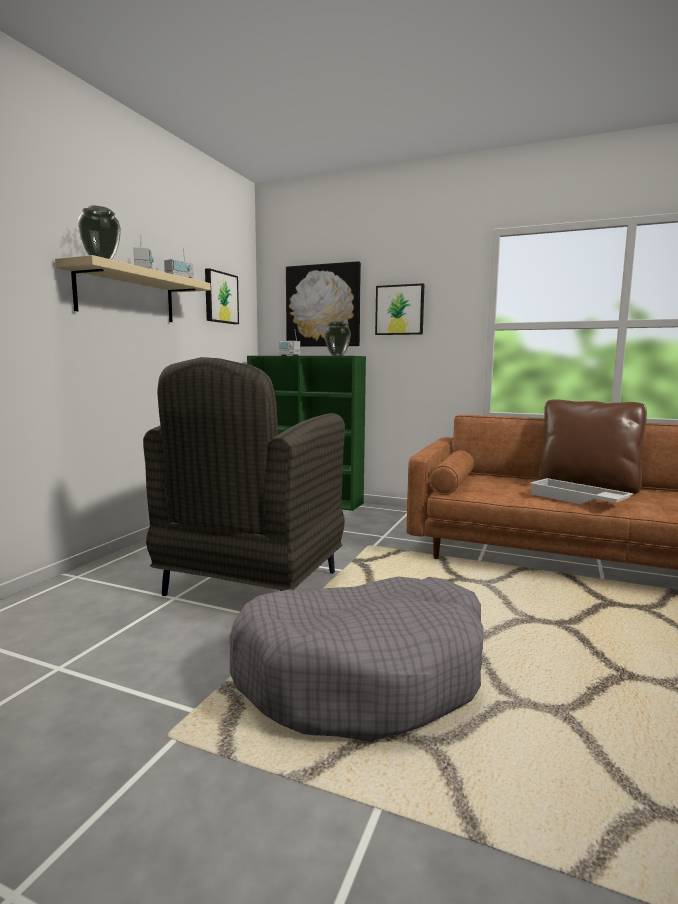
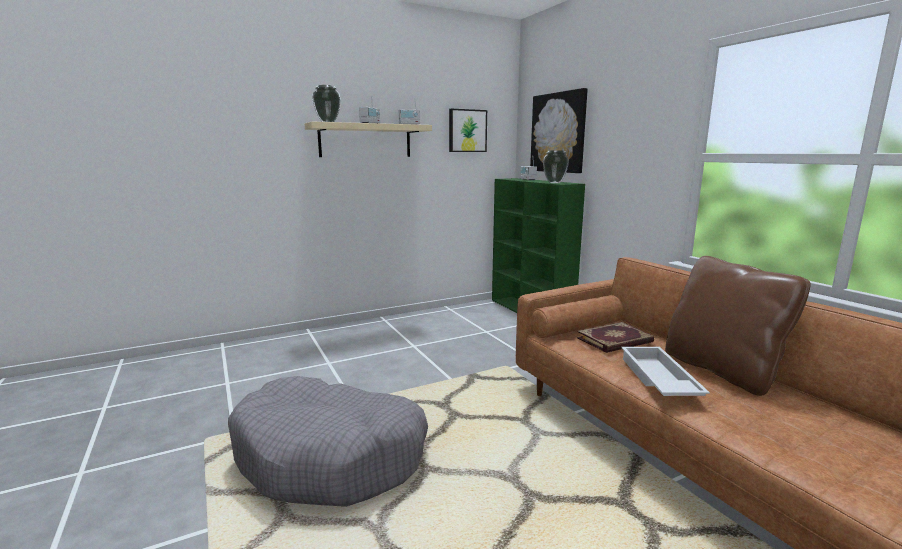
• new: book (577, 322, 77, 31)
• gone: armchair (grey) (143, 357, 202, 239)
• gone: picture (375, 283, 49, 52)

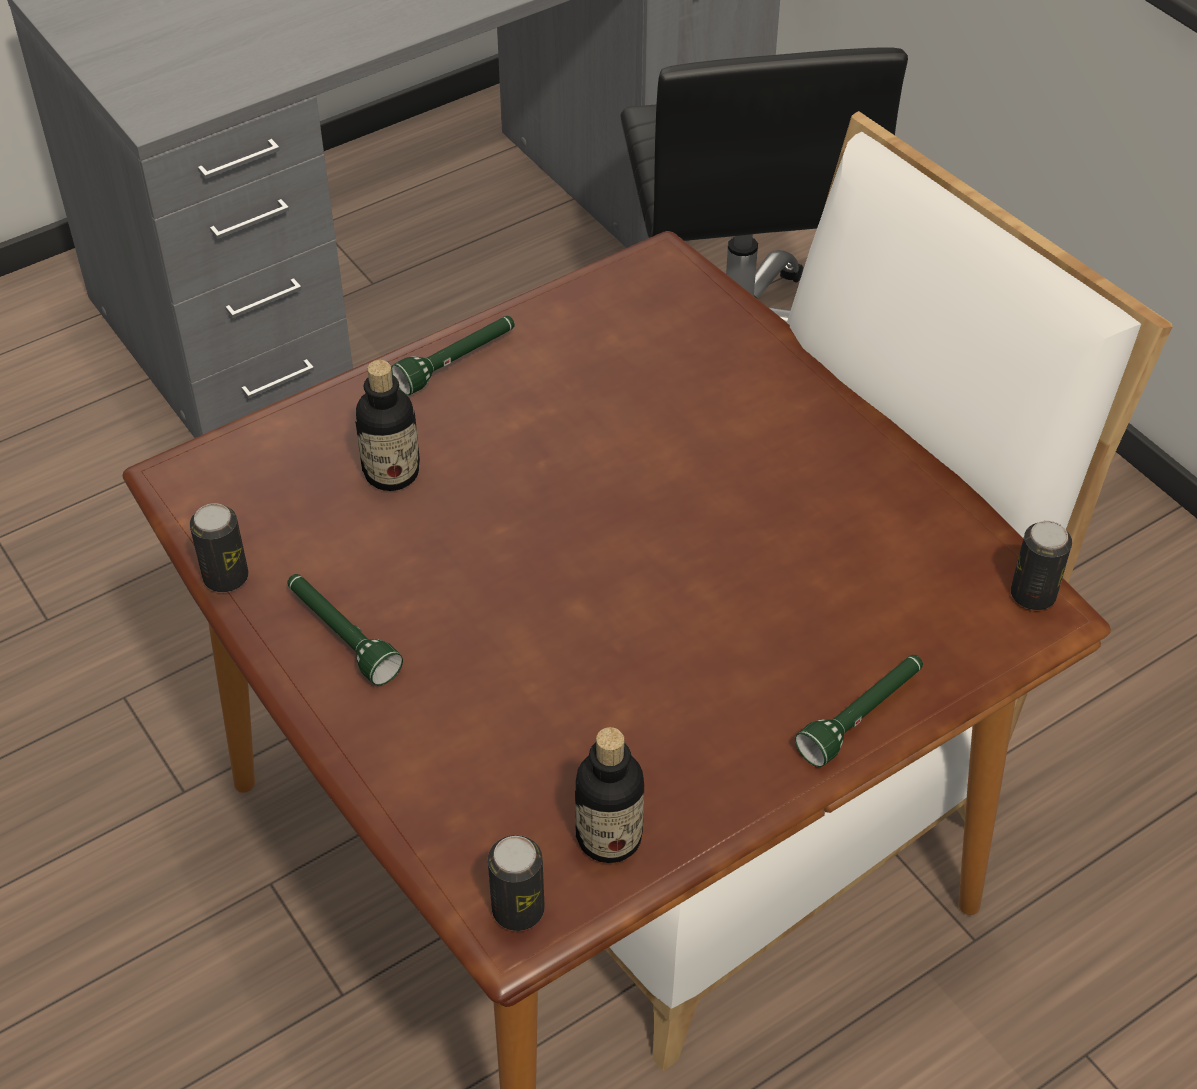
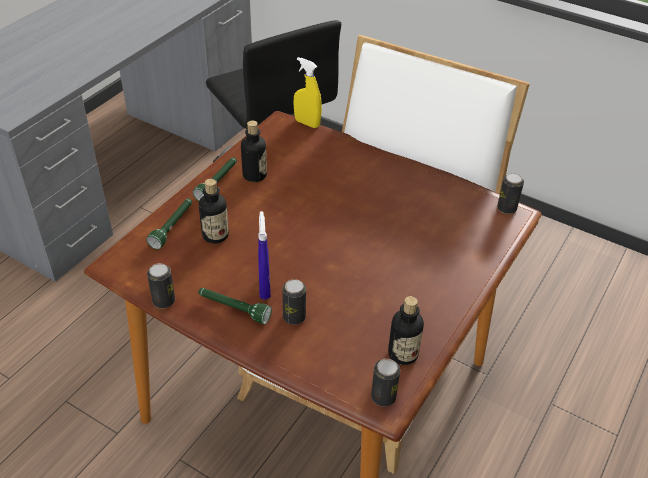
• shifted: flashlight (green) (795, 655, 128, 112) to (146, 198, 46, 51)
• new: bottle (241, 120, 26, 62)
• new: spray bottle (blue) (258, 211, 13, 89)
• new: can (282, 279, 24, 46)
• new: spray bottle (yellow) (294, 57, 28, 71)

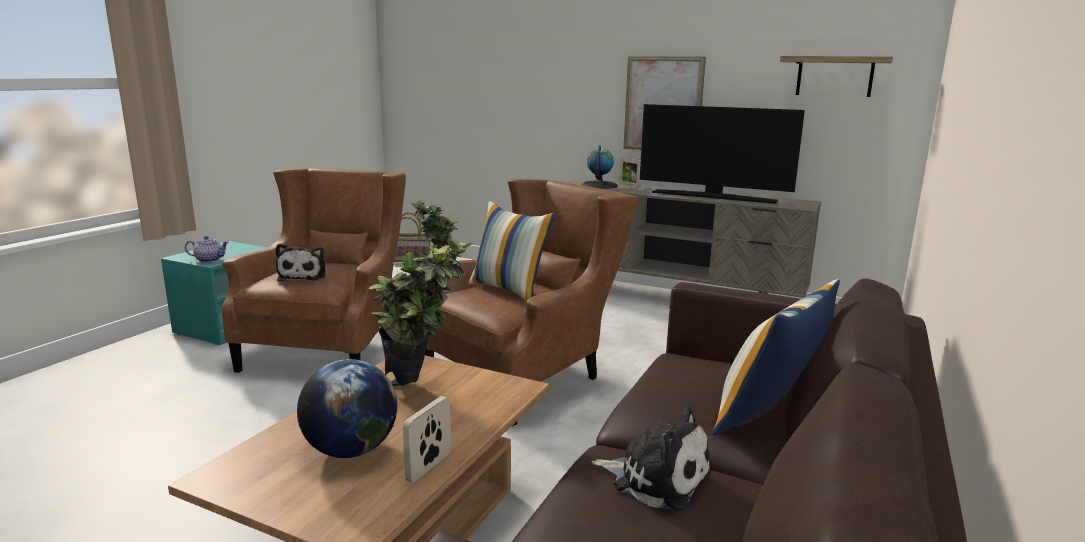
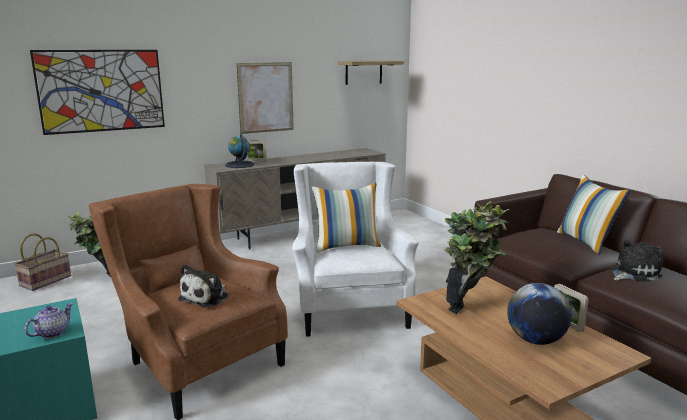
• new: picture (30, 50, 135, 85)
• rotated: plush toy (276, 243, 50, 39) = (178, 264, 51, 43) 90 degrees clockwise
• repainted: armchair (brown) (425, 179, 213, 247) to armchair (white) (292, 162, 127, 175)
• gone: television (640, 104, 165, 100)

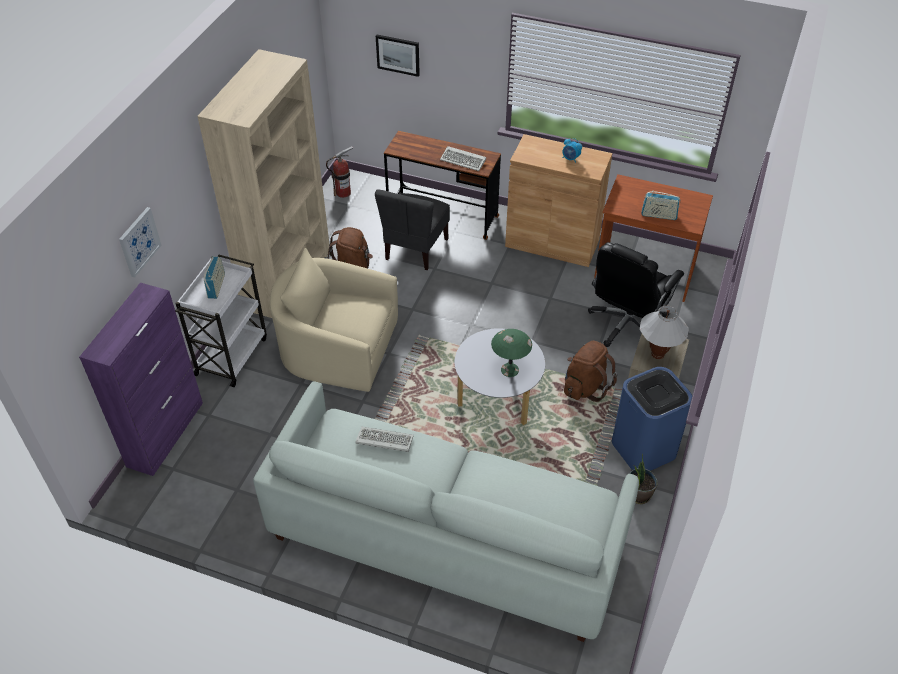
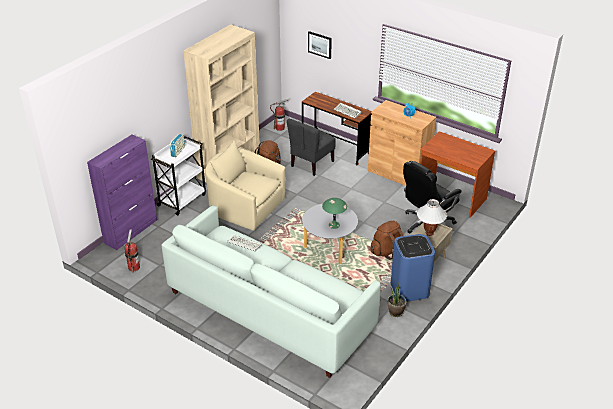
• new: fire extinguisher (125, 229, 15, 44)
• gone: picture (119, 207, 43, 71)
• gone: radio (641, 191, 39, 29)

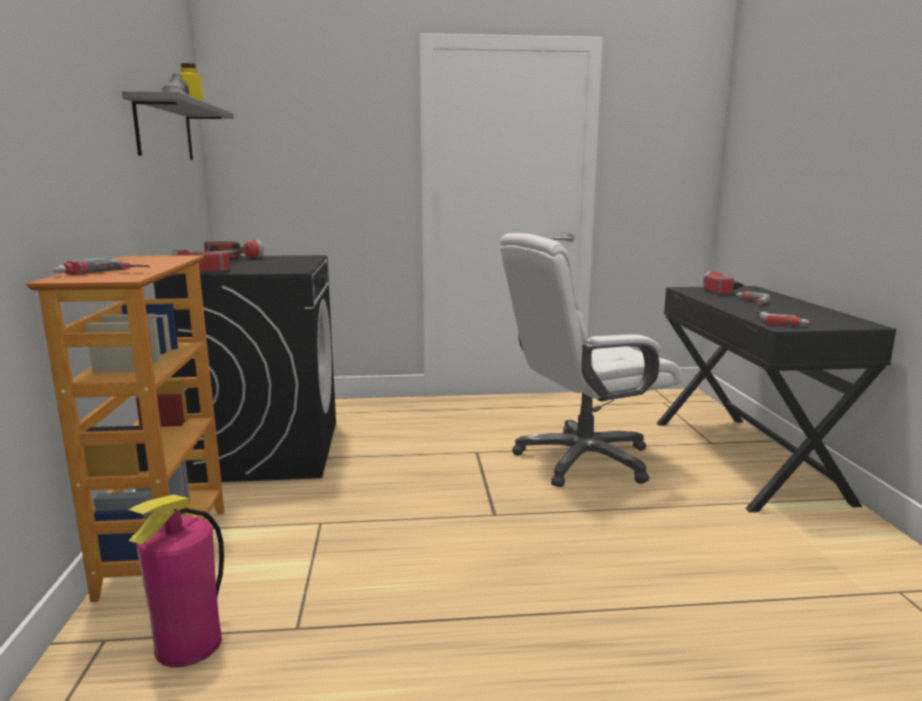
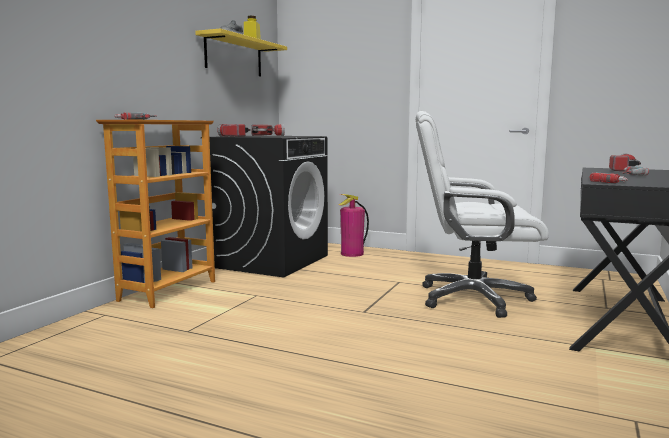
• repainted: shelf (grey) (122, 91, 112, 69) to shelf (yellow) (195, 28, 92, 48)
• shifted: fire extinguisher (128, 495, 96, 172) to (338, 194, 31, 63)

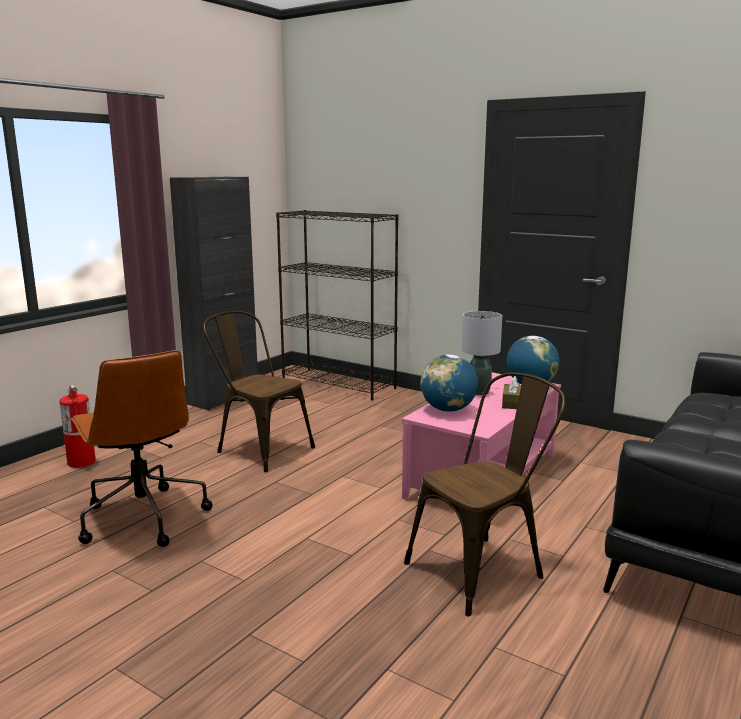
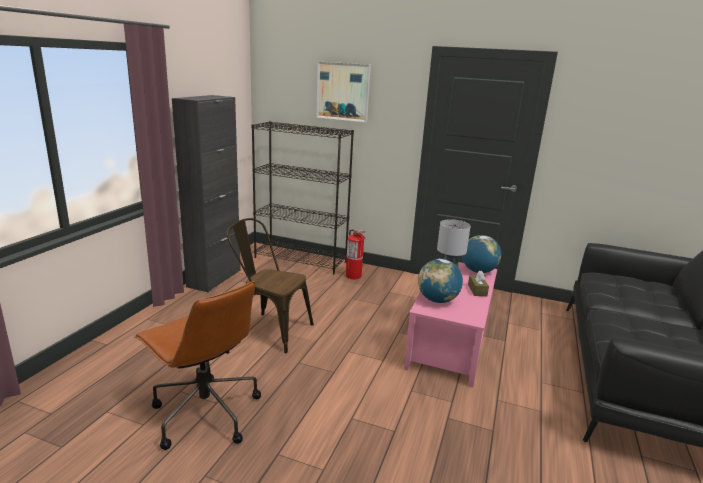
• new: picture (316, 62, 55, 60)
• shifted: fire extinguisher (59, 385, 37, 83) to (346, 229, 19, 50)
• gone: chair (brown) (404, 372, 161, 244)

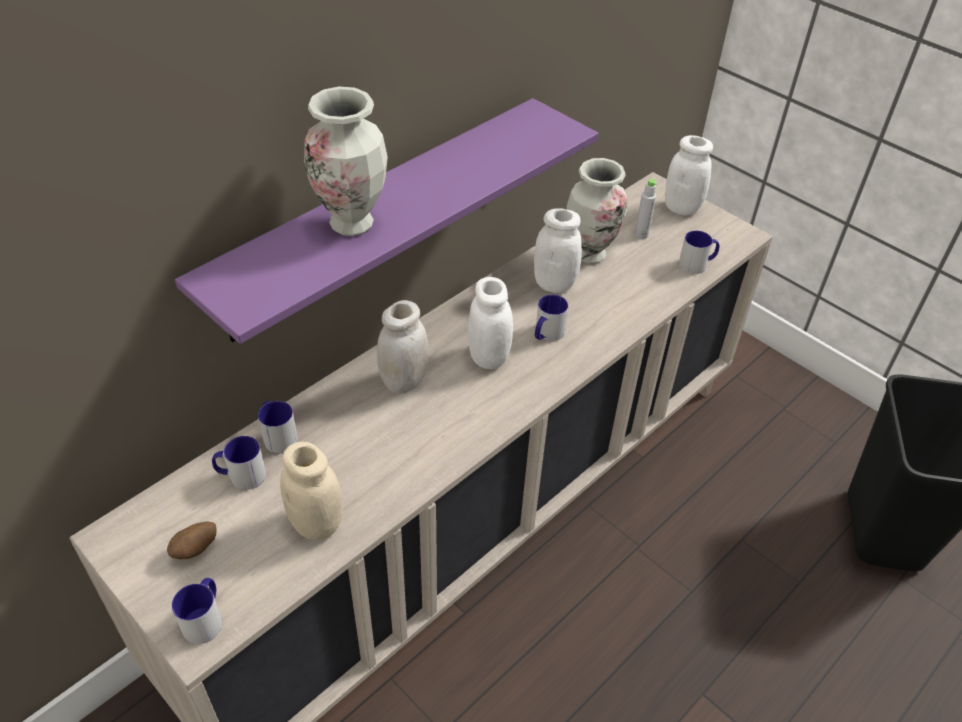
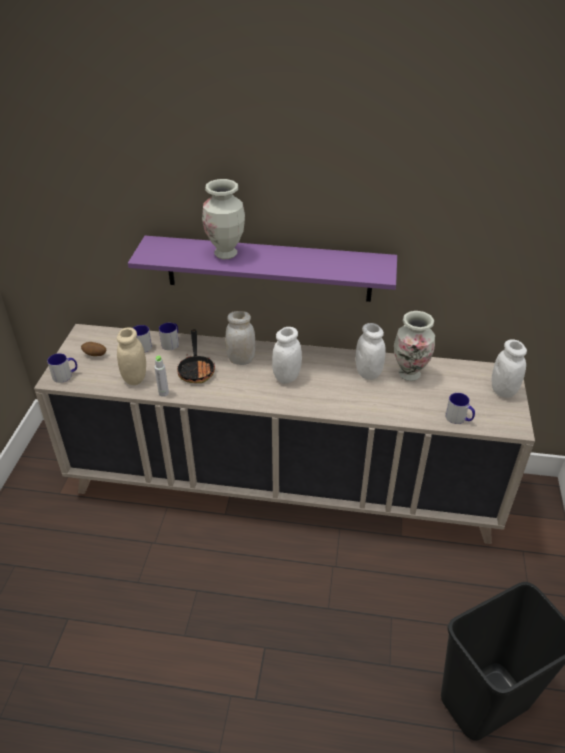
• shifted: bottle (grey) (634, 179, 23, 60) to (154, 355, 15, 42)
• new: frying pan (177, 329, 38, 54)
• gone: mug (535, 294, 33, 47)

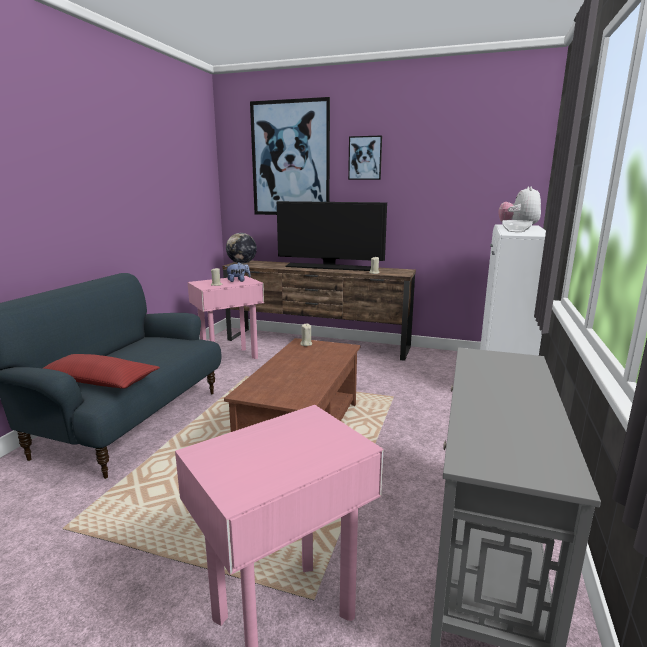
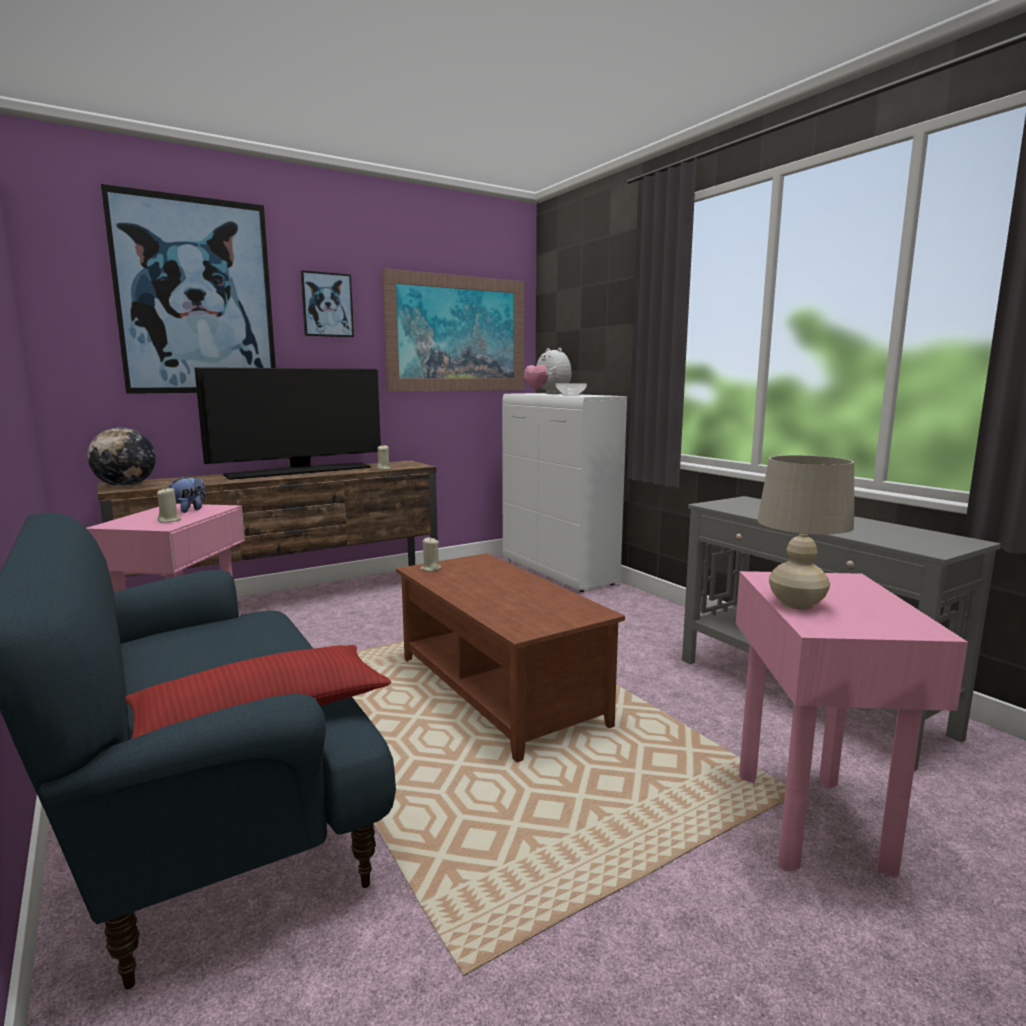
• new: picture (382, 268, 142, 124)
• new: table lamp (beige) (757, 455, 97, 155)

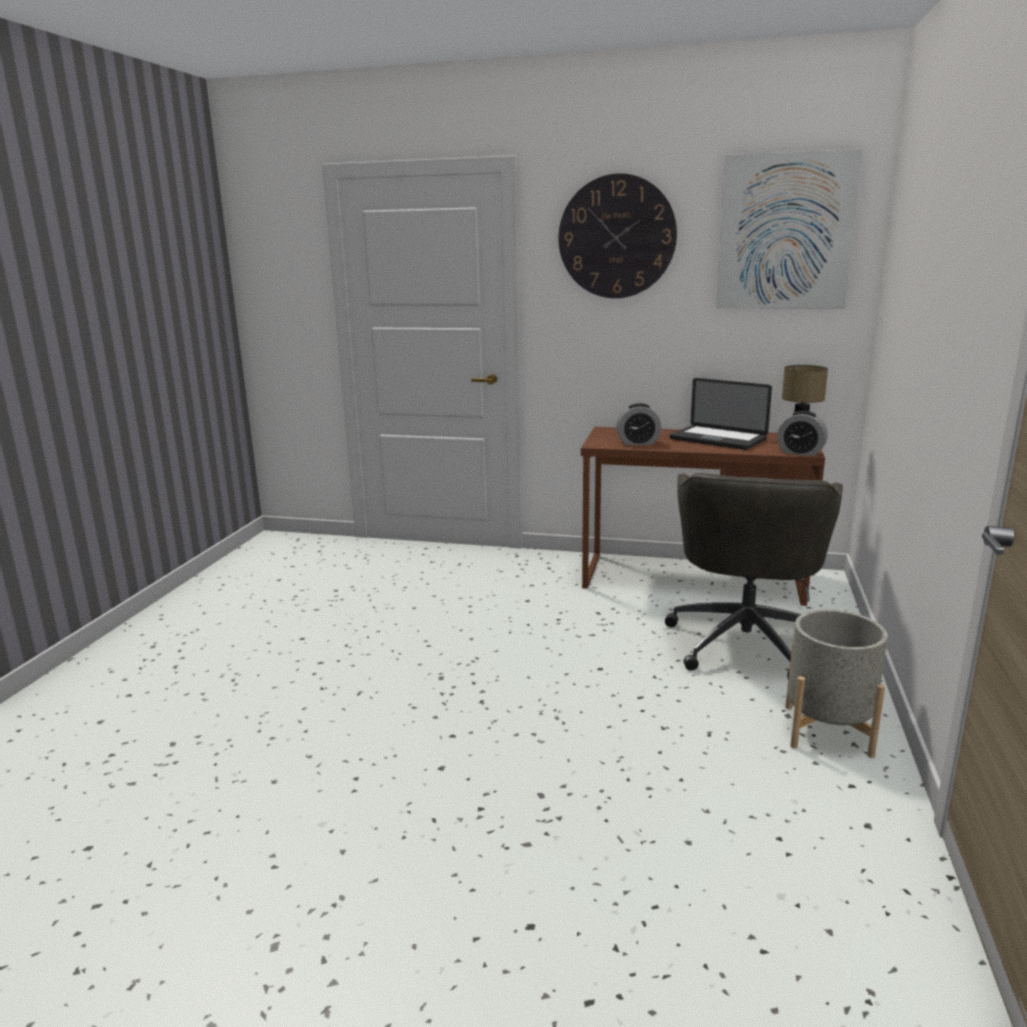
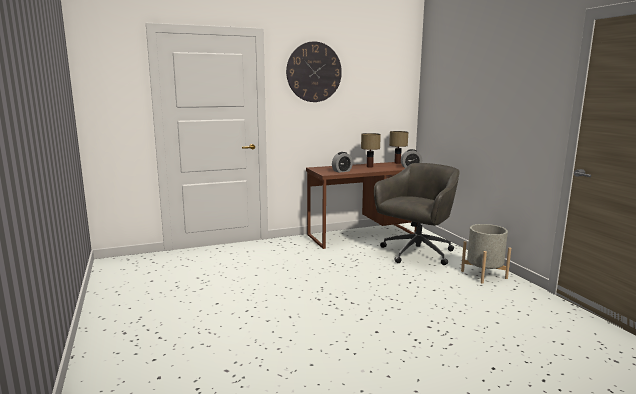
• swapped: laptop (670, 378, 102, 72) to table lamp (361, 133, 20, 35)
• rotated: office chair (grey) (665, 473, 178, 205) = (374, 163, 86, 102) 120 degrees counterclockwise
• gone: picture (716, 149, 147, 159)

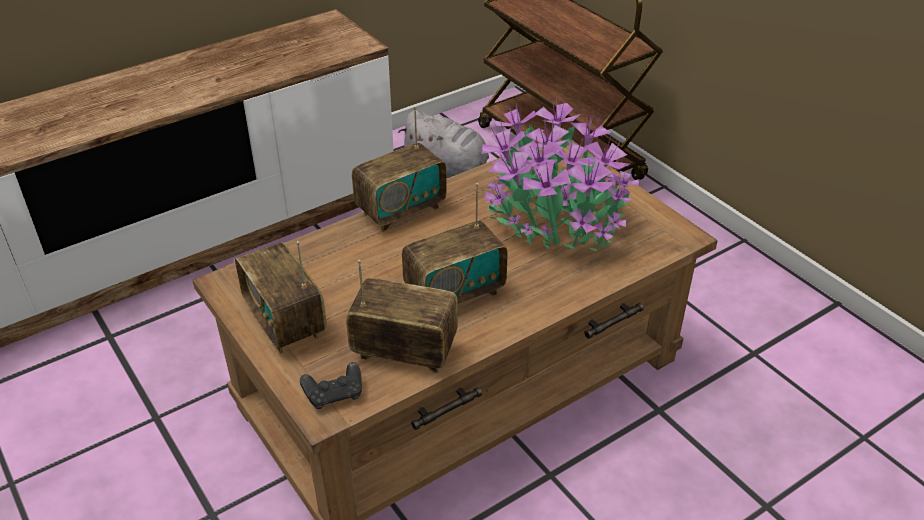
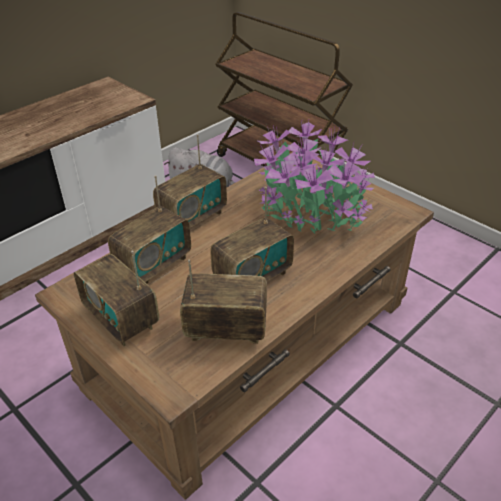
• new: radio (108, 175, 83, 109)
• gone: game controller (black) (300, 362, 62, 47)

